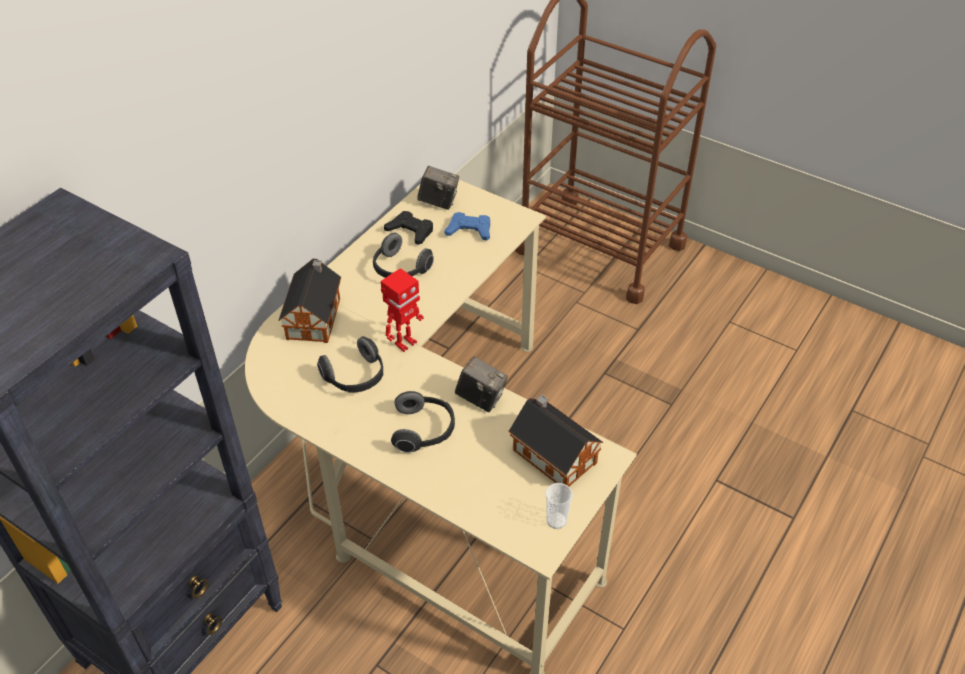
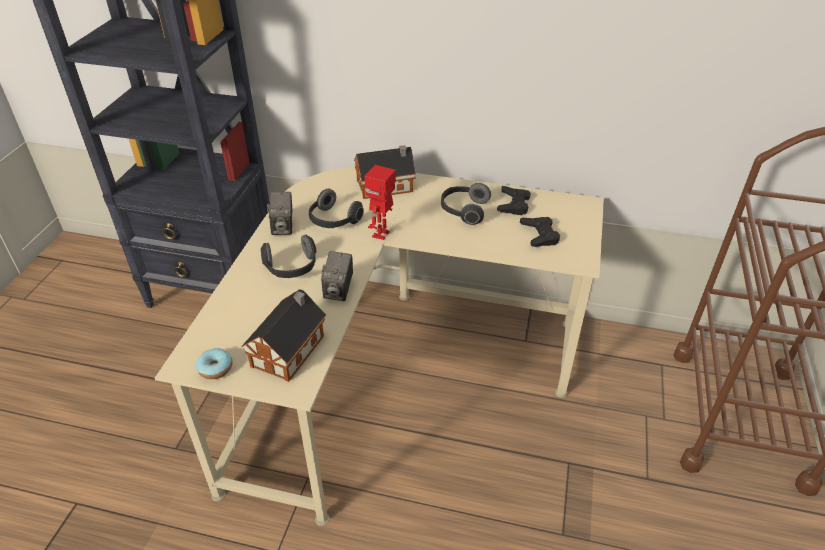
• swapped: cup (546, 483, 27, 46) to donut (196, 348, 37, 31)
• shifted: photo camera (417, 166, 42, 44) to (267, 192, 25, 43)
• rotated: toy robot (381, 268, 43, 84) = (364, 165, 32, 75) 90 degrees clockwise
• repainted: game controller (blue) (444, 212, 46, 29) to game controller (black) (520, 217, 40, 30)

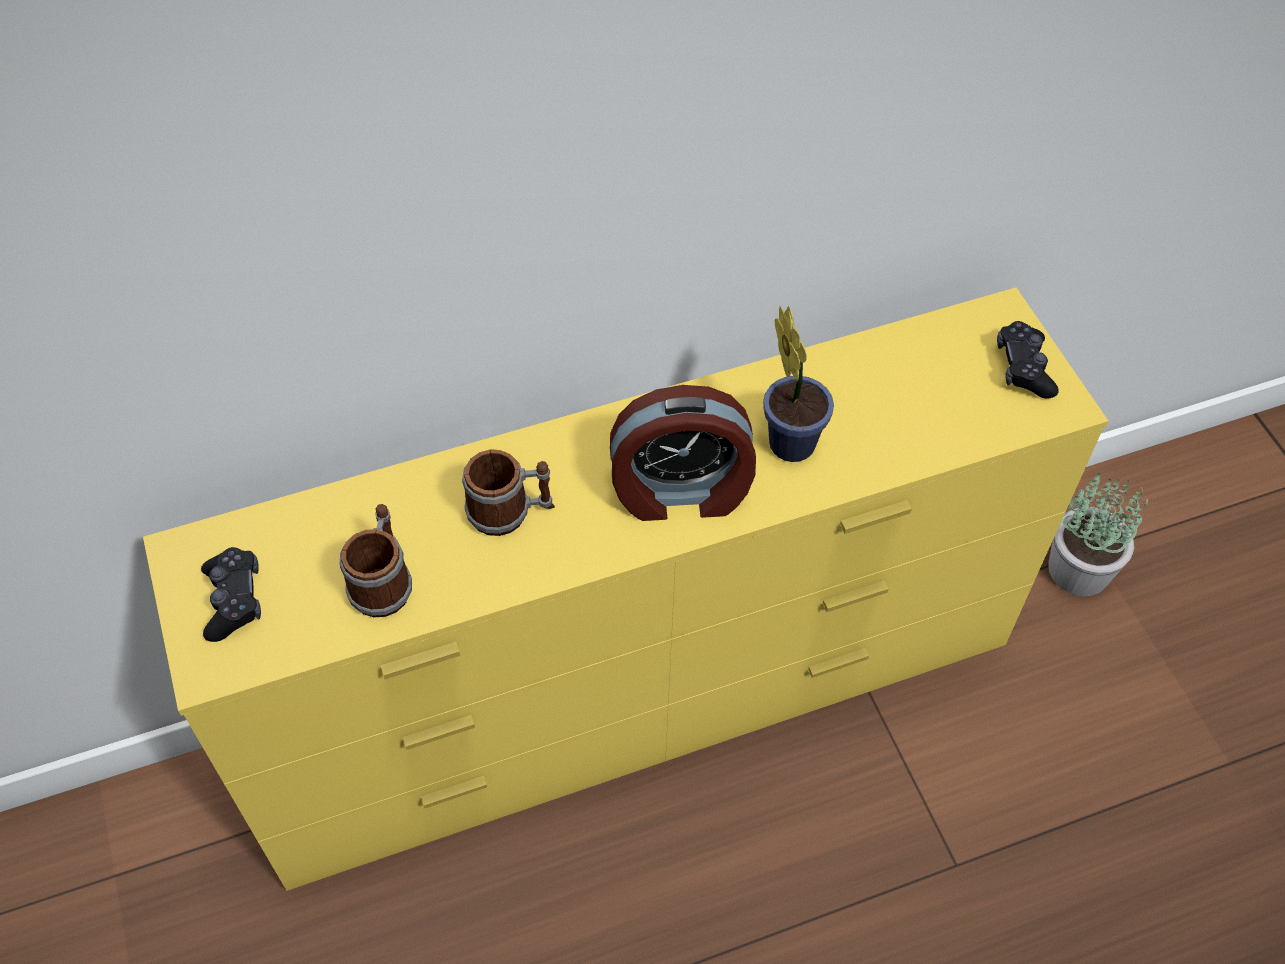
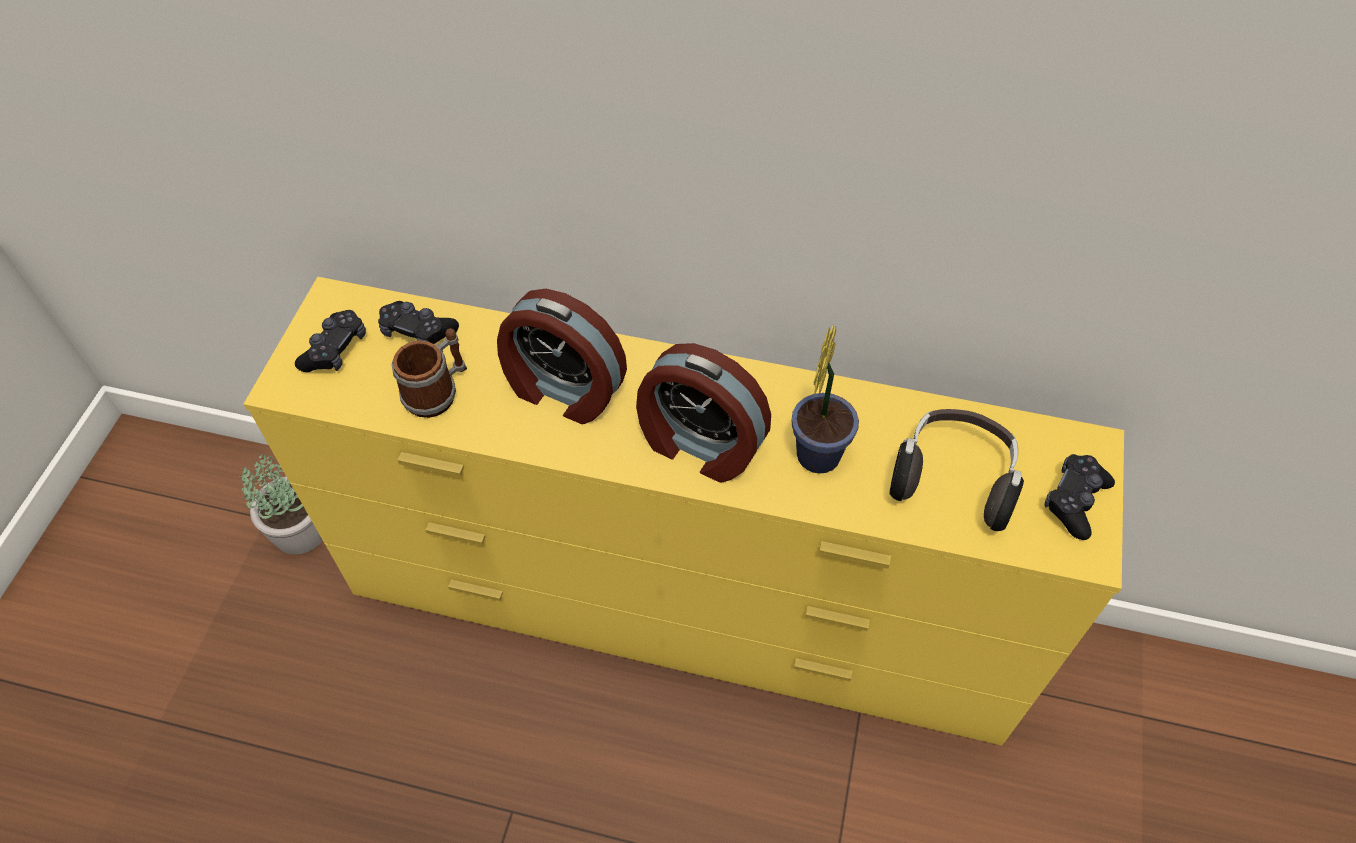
• shifted: potted plant (1048, 473, 100, 123) to (240, 453, 83, 102)
• new: game controller (black) (378, 301, 81, 43)
• swapped: mug (462, 449, 93, 87) to alarm clock (497, 289, 130, 135)
• new: headphones (889, 409, 135, 122)

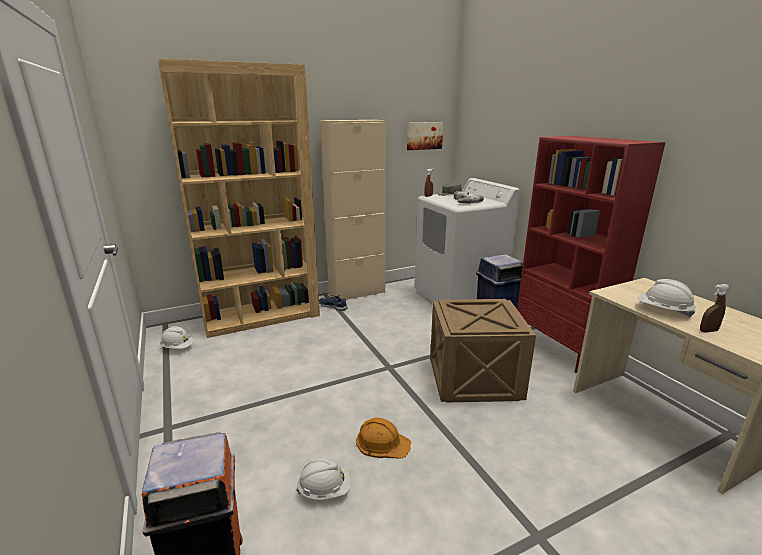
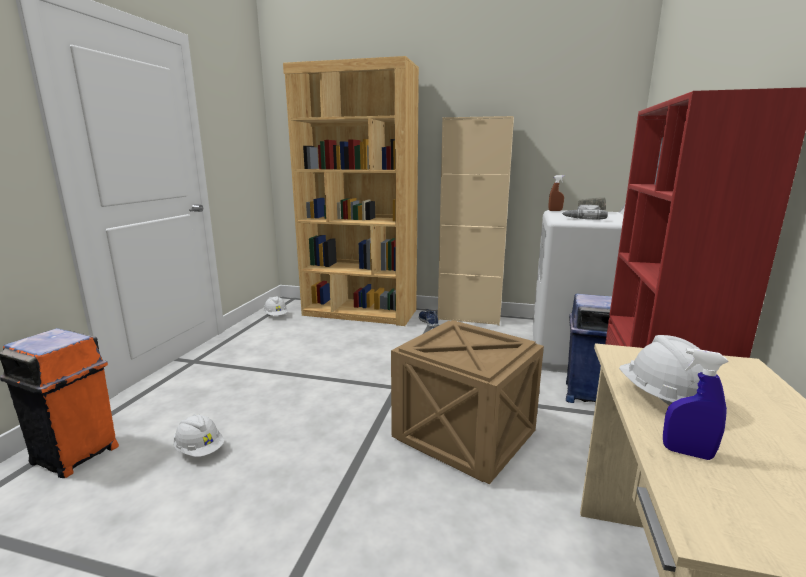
• repainted: spray bottle (brown) (700, 284, 29, 49) to spray bottle (blue) (663, 348, 65, 112)
• gone: hard hat (orange) (356, 418, 55, 41)
• gone: picture (407, 122, 36, 28)

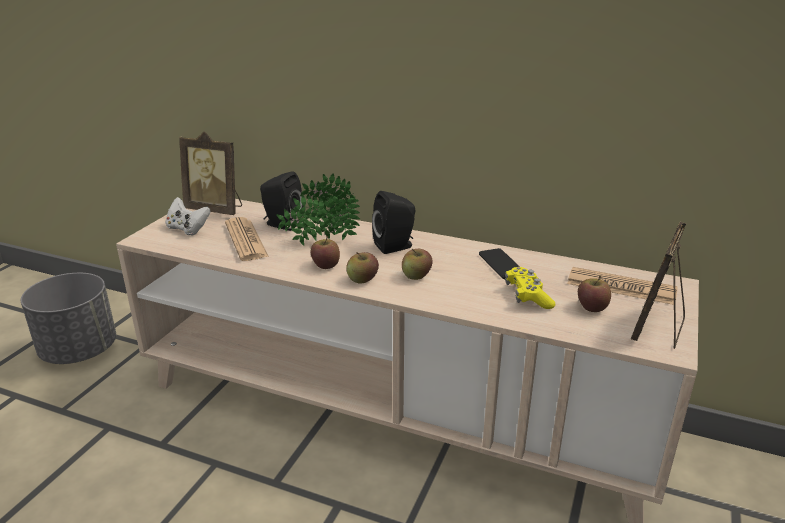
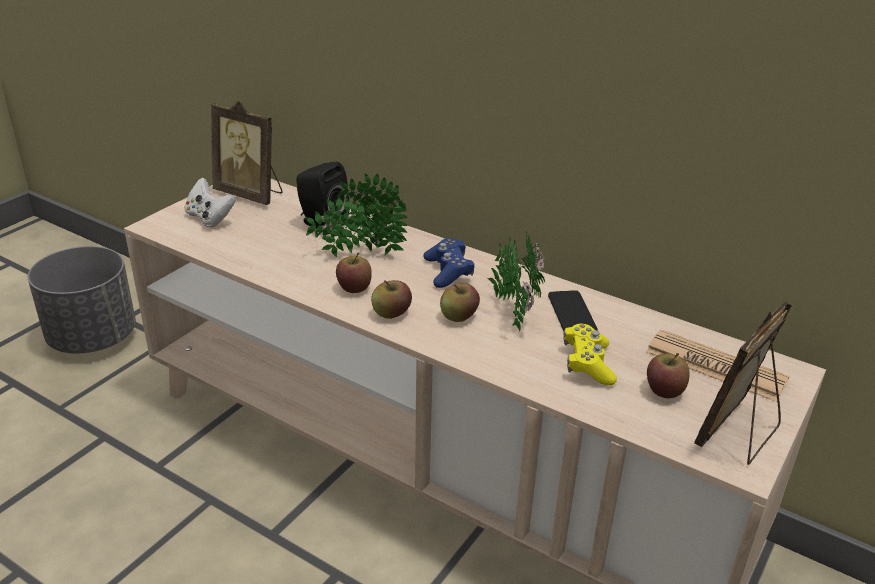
• swapped: speaker (black) (372, 191, 43, 63) to game controller (blue) (423, 238, 52, 50)
• new: potted plant (487, 230, 58, 102)
• gone: newspaper (225, 217, 44, 44)

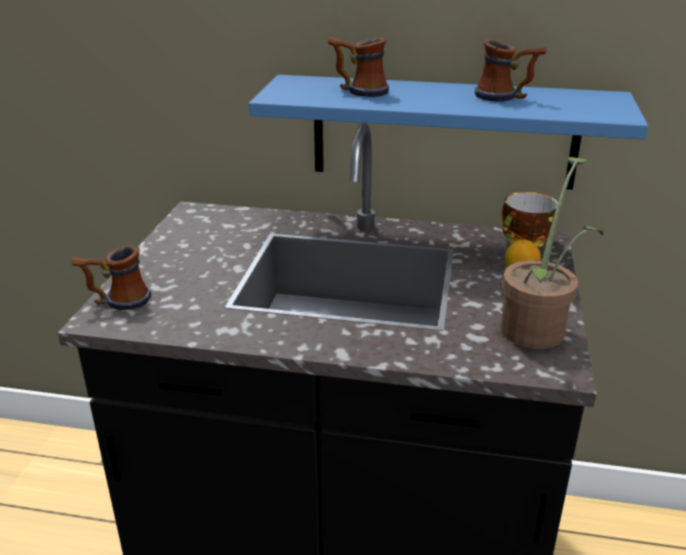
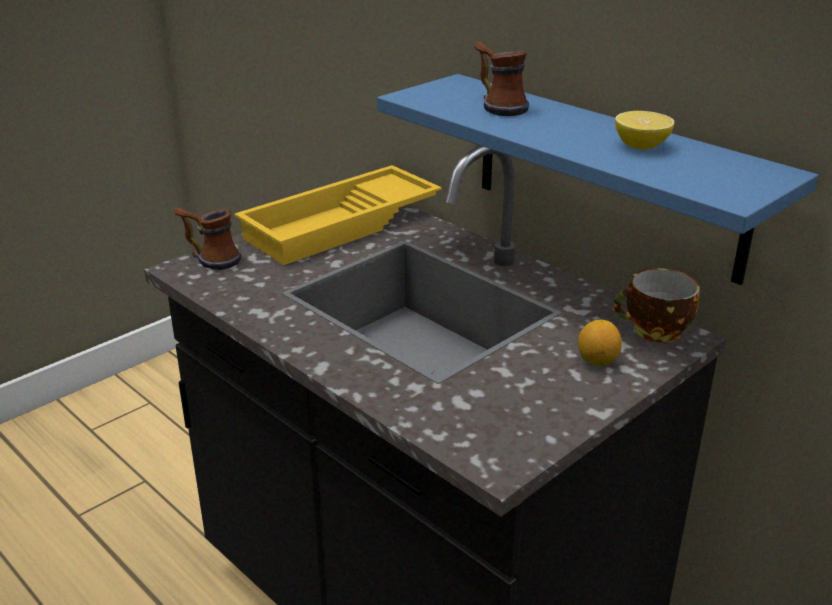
• new: tray (yellow) (234, 165, 208, 100)
• swapped: mug (475, 39, 71, 63) to lemon (615, 111, 59, 39)
• gone: potted plant (501, 157, 102, 192)

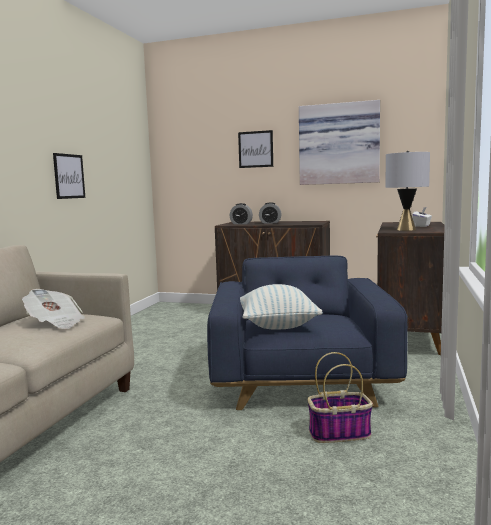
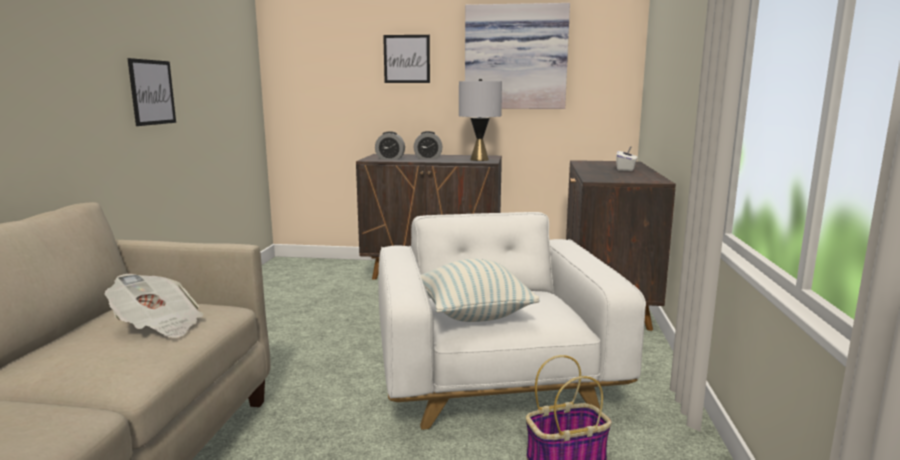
• repainted: armchair (blue) (207, 256, 201, 154) to armchair (white) (378, 212, 268, 218)
• shifted: table lamp (grey) (385, 151, 45, 80) to (459, 78, 43, 83)

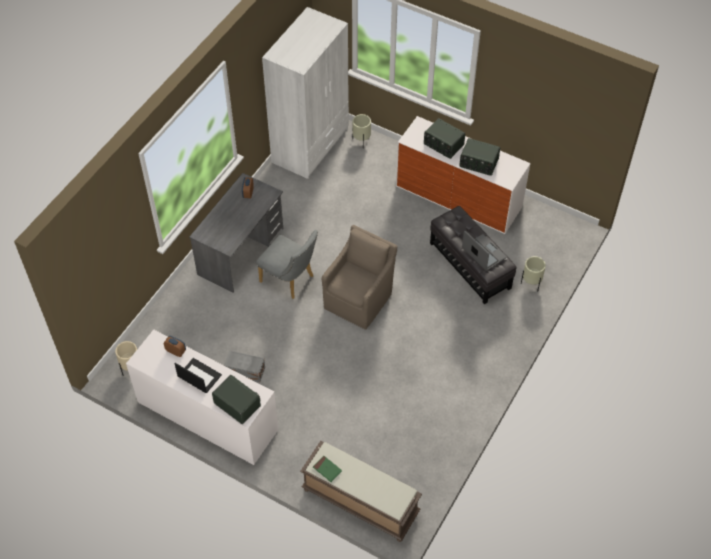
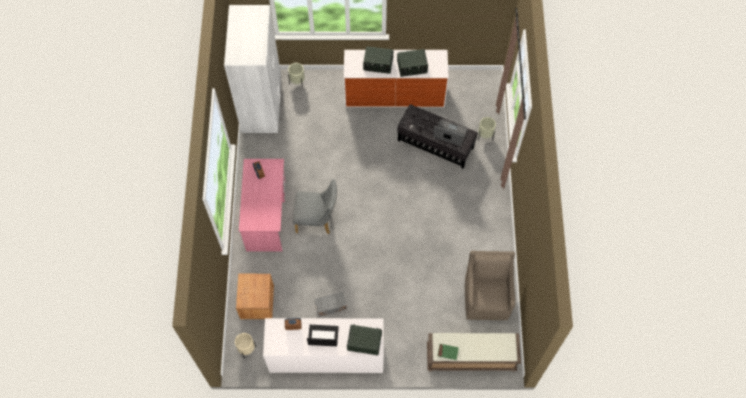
• new: nightstand (brown) (236, 274, 38, 45)
• repainted: desk (grey) (189, 173, 94, 120) to desk (pink) (239, 159, 47, 93)
• shifted: armchair (brown) (322, 225, 75, 105) to (465, 251, 50, 69)

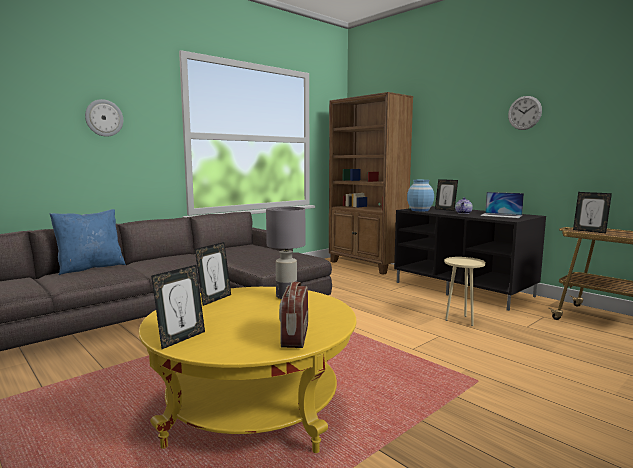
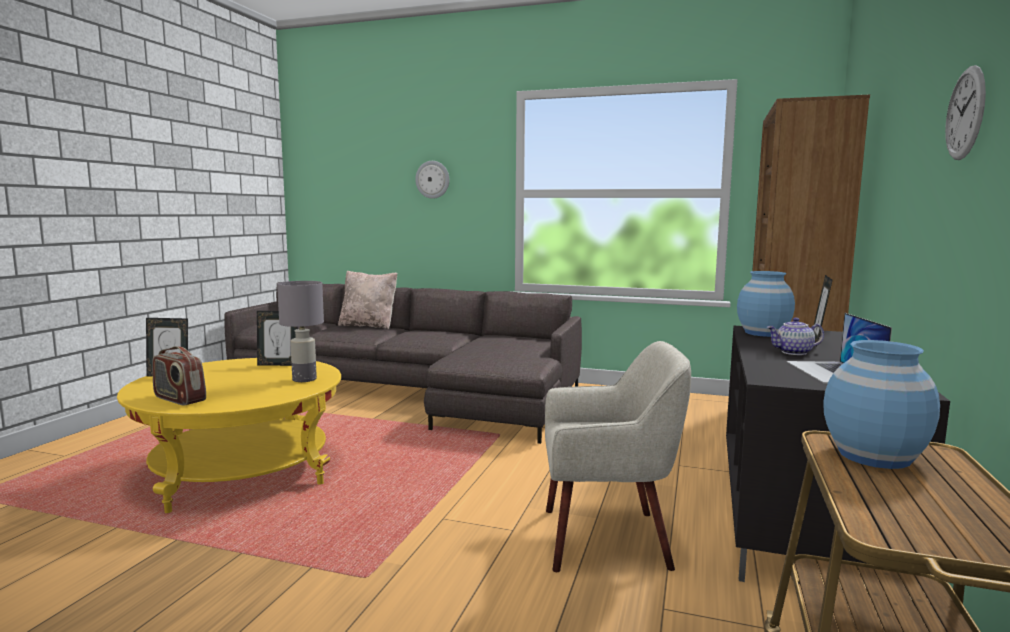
• rotated: radio (279, 282, 29, 66) = (152, 346, 54, 60) 120 degrees counterclockwise
• repainted: pillow (blue) (50, 209, 76, 66) to pillow (beige) (338, 270, 59, 59)
• swapped: side table (beige) (444, 257, 42, 69) to armchair (beige) (545, 341, 146, 231)
• swapped: picture frame (573, 192, 39, 41) to vase (blue) (823, 340, 117, 129)

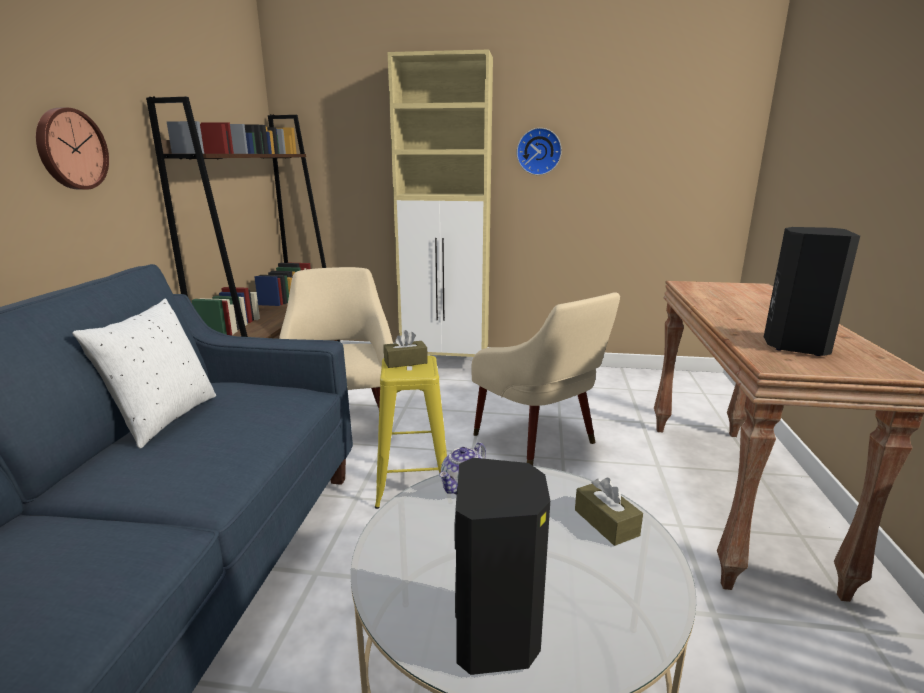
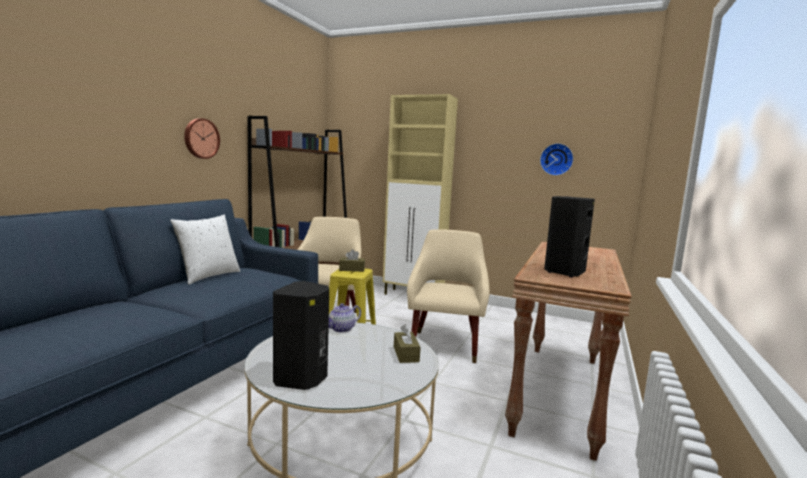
• rotated: armchair (beige) (471, 293, 149, 173) = (407, 229, 83, 134) 150 degrees counterclockwise
• shifted: wall clock (517, 128, 45, 47) to (540, 143, 34, 33)

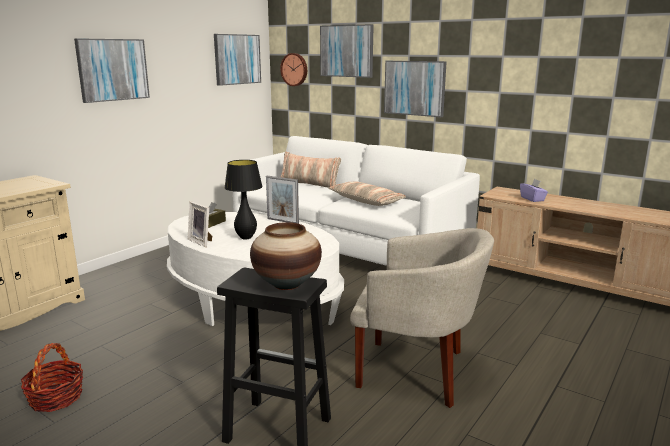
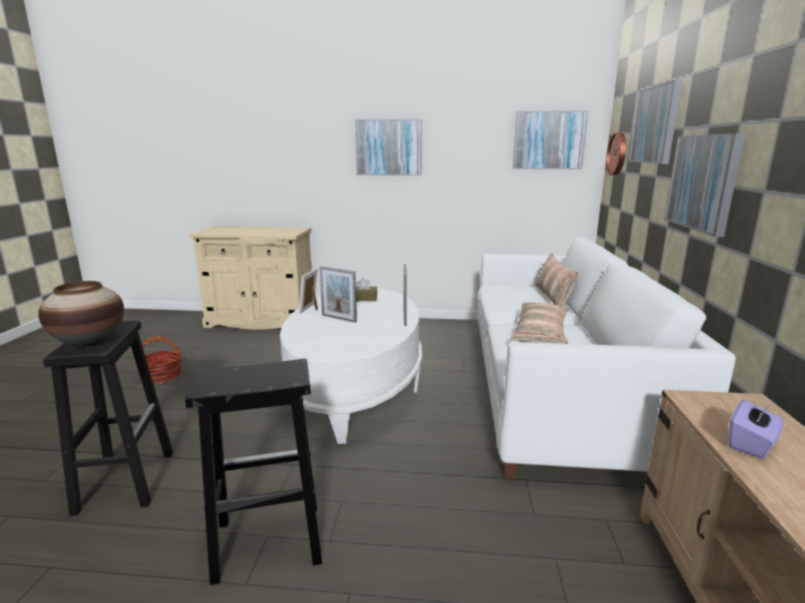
• swapped: armchair (beige) (350, 228, 144, 180) to stool (black) (185, 359, 137, 226)
• swapped: table lamp (black) (224, 160, 39, 79) to picture frame (319, 266, 38, 57)

